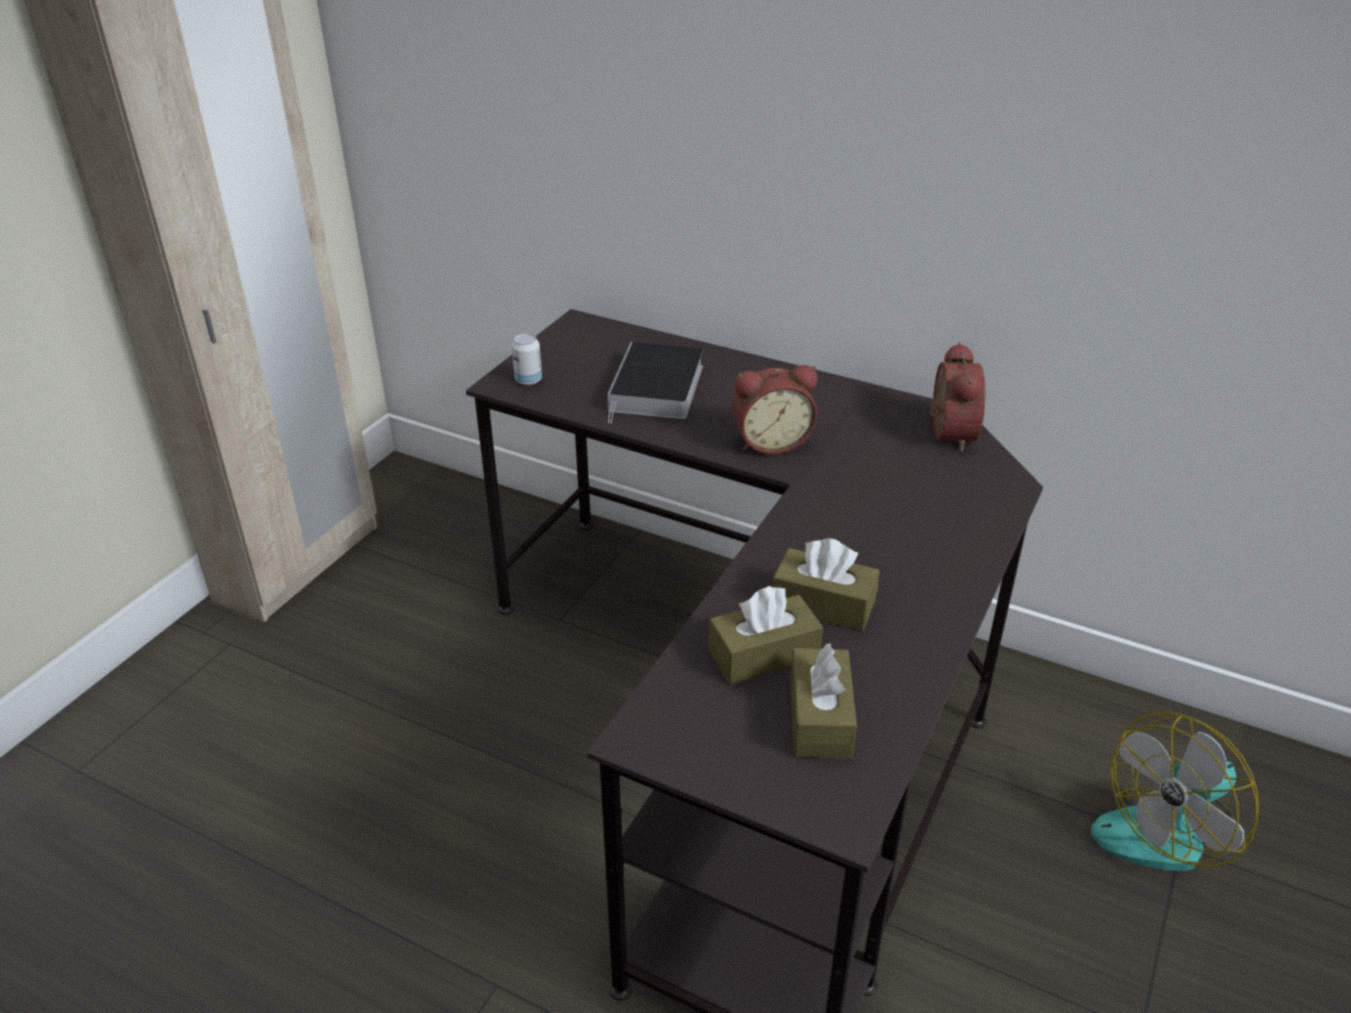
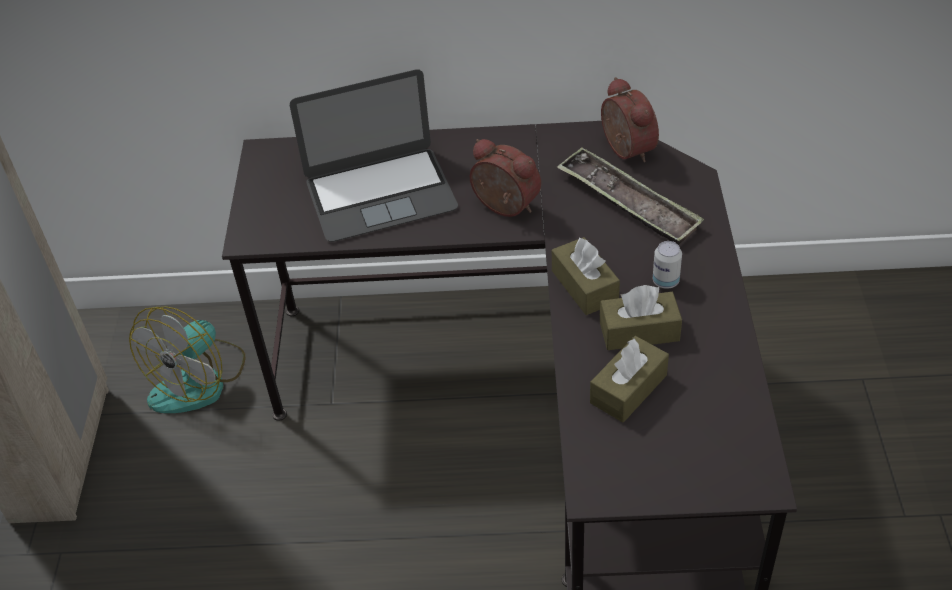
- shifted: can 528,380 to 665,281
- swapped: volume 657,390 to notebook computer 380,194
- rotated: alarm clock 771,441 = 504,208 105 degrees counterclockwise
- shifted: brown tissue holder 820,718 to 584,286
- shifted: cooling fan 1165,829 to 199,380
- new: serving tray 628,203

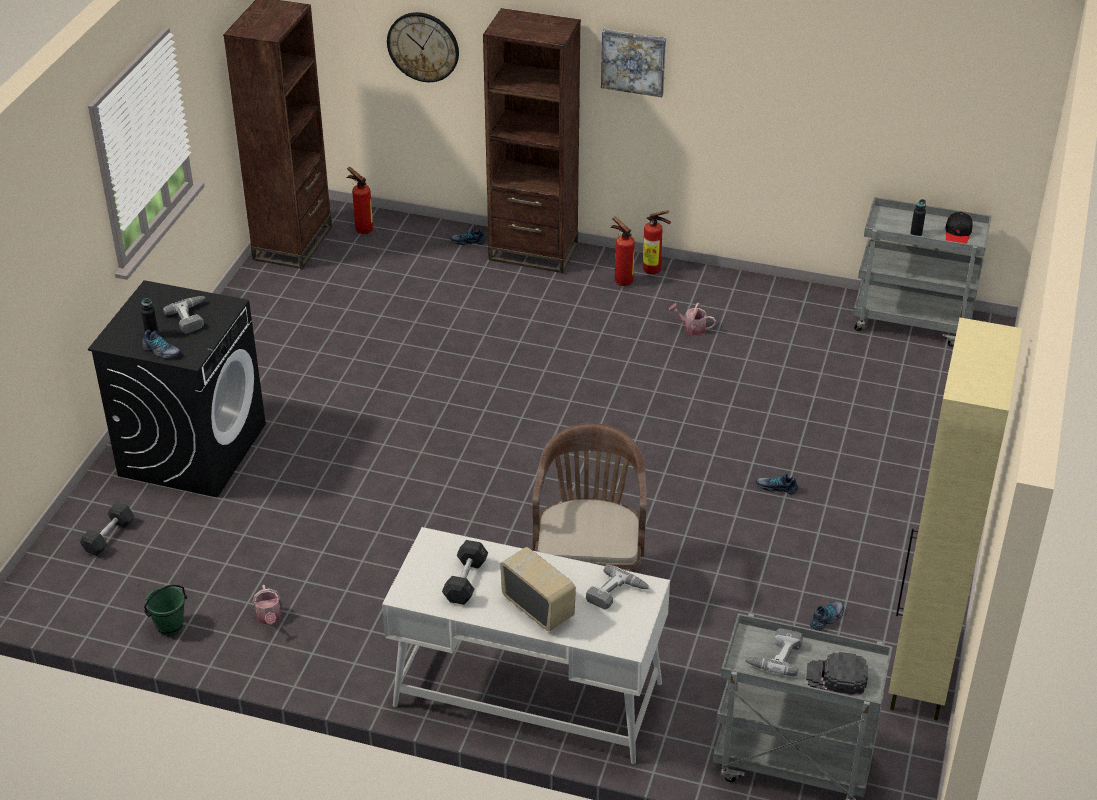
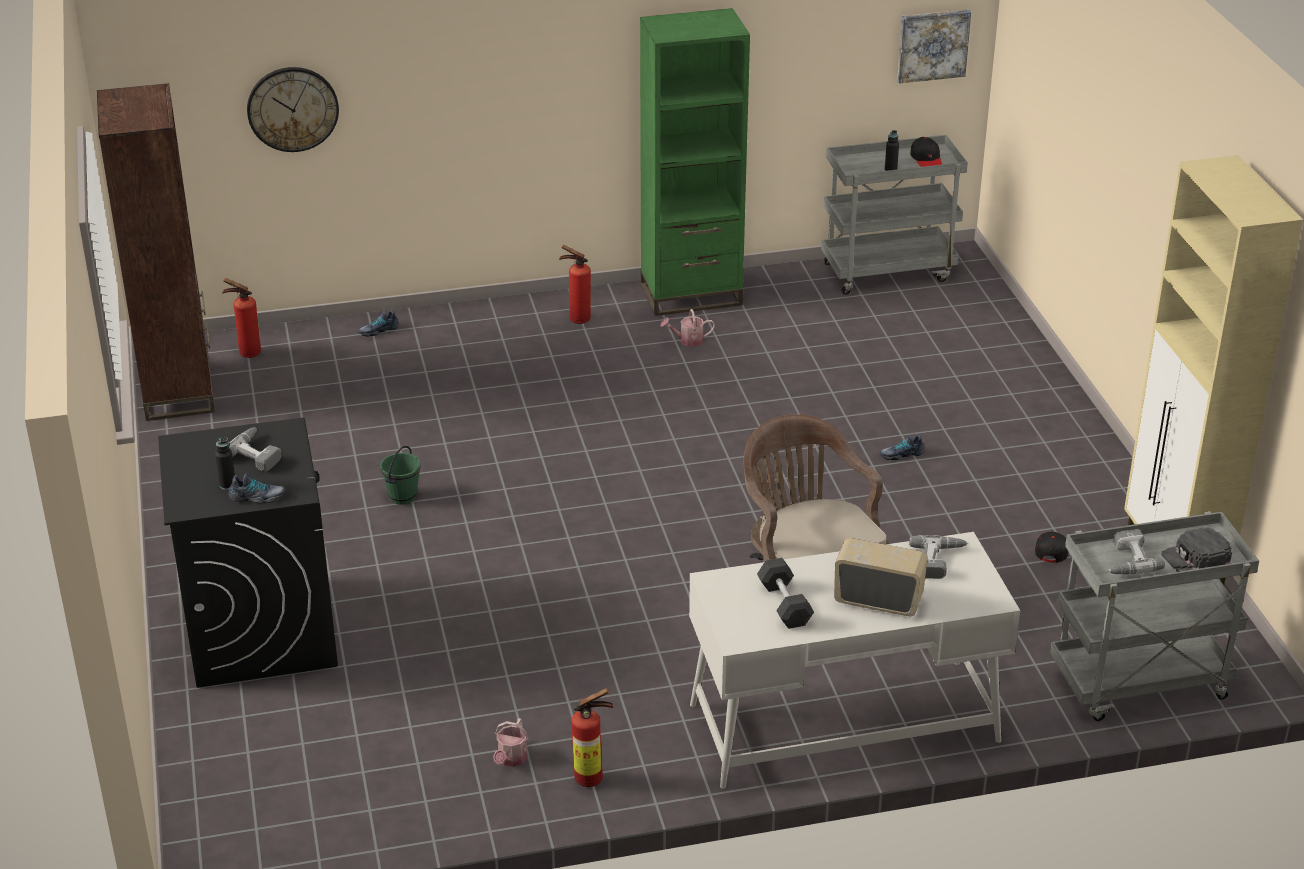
- gone: brown bookshelf 533,252
- shifted: wall picture 633,62 to 932,45
- shifted: fire-fighting cylinder 654,270 to 593,778
- gone: greyish free weight 109,536
- shifted: green-coloured pail 169,626 to 402,496
- rotated: watering can 269,618 = 511,759 60 degrees clockwise
- swapped: item of footwear 827,619 to blackish baseball cap 1051,549
- new: green-coloured bookshelf 691,295

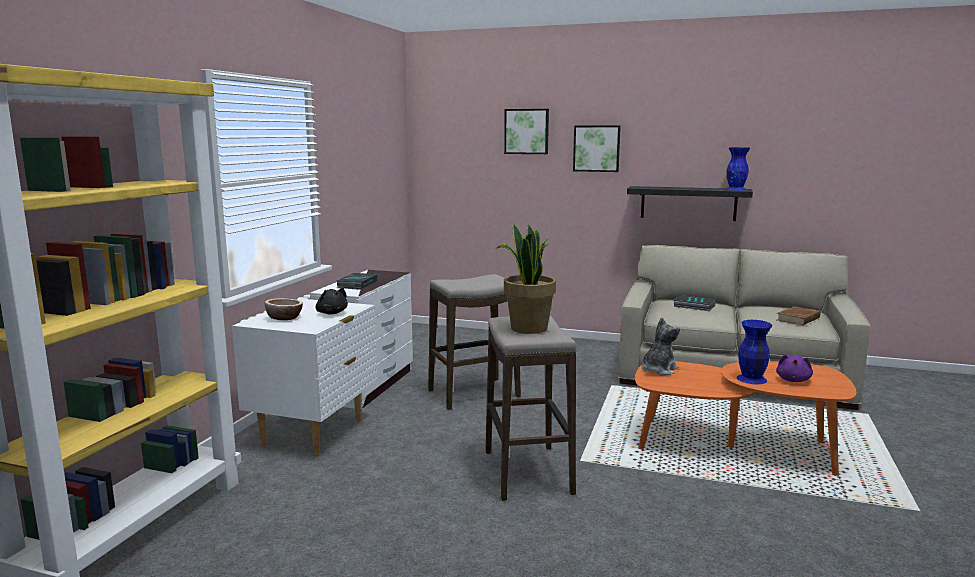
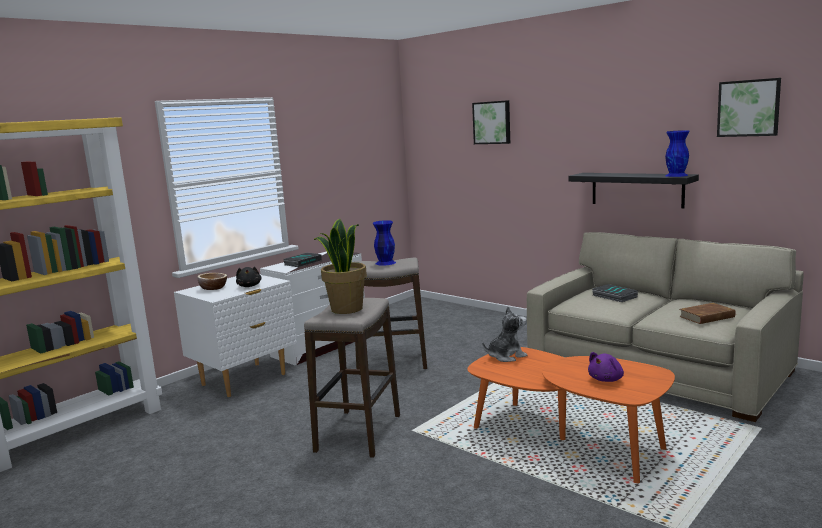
- shifted: wall picture 596,148 to 748,108
- shifted: blue-coloured flower vase 751,379 to 385,263

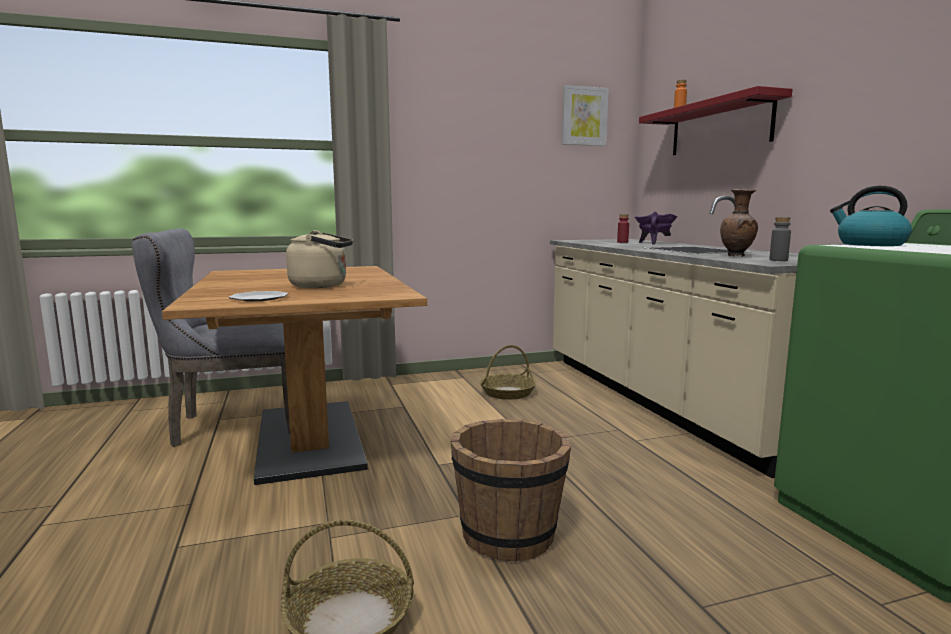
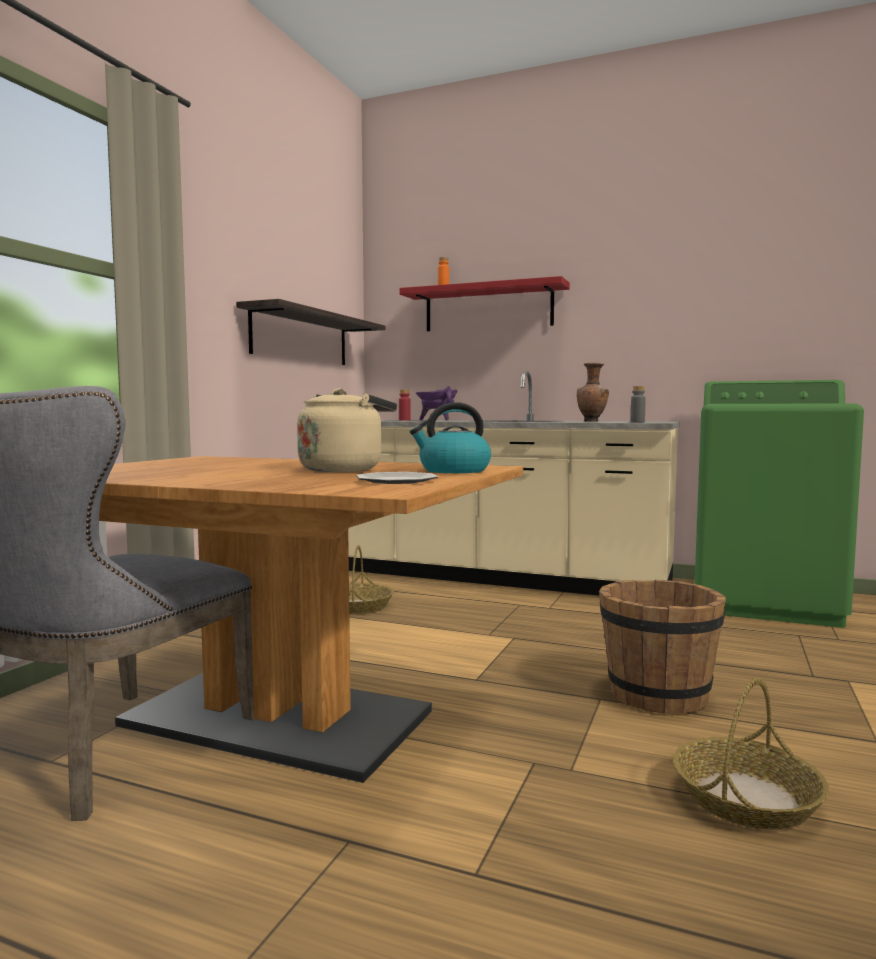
- gone: wall picture 584,116
- shifted: kettle 870,244 to 453,471
- new: bracket shelf 301,338

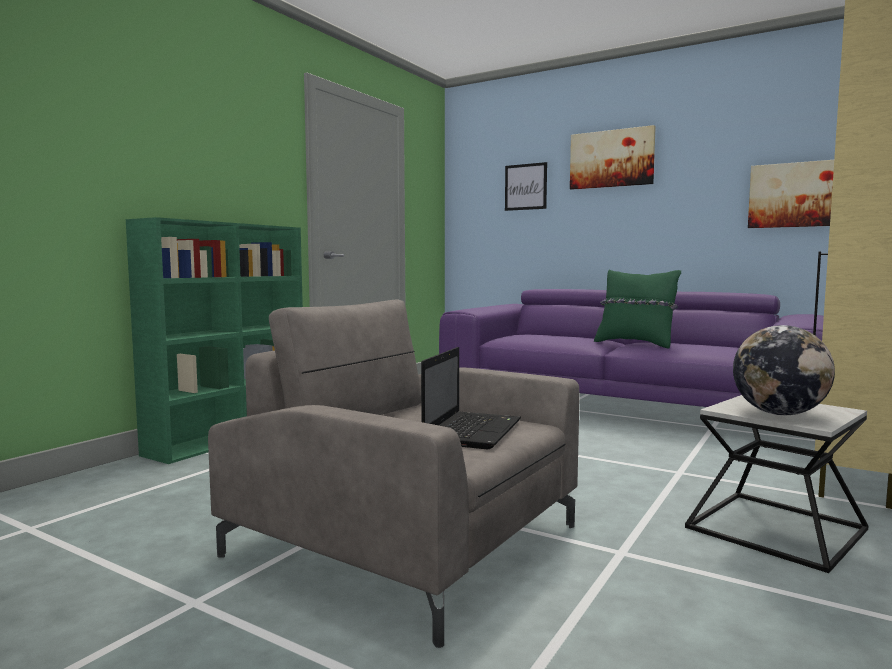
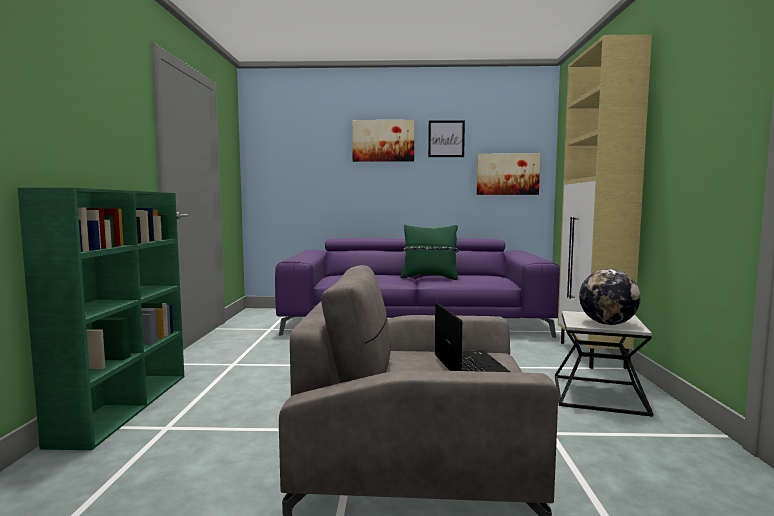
- shifted: wall picture 525,187 to 446,139

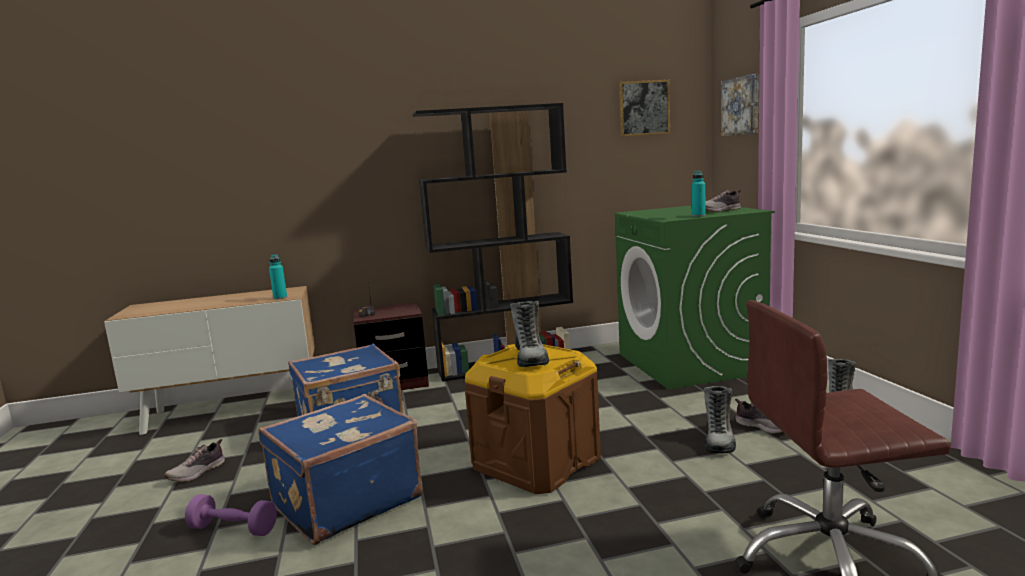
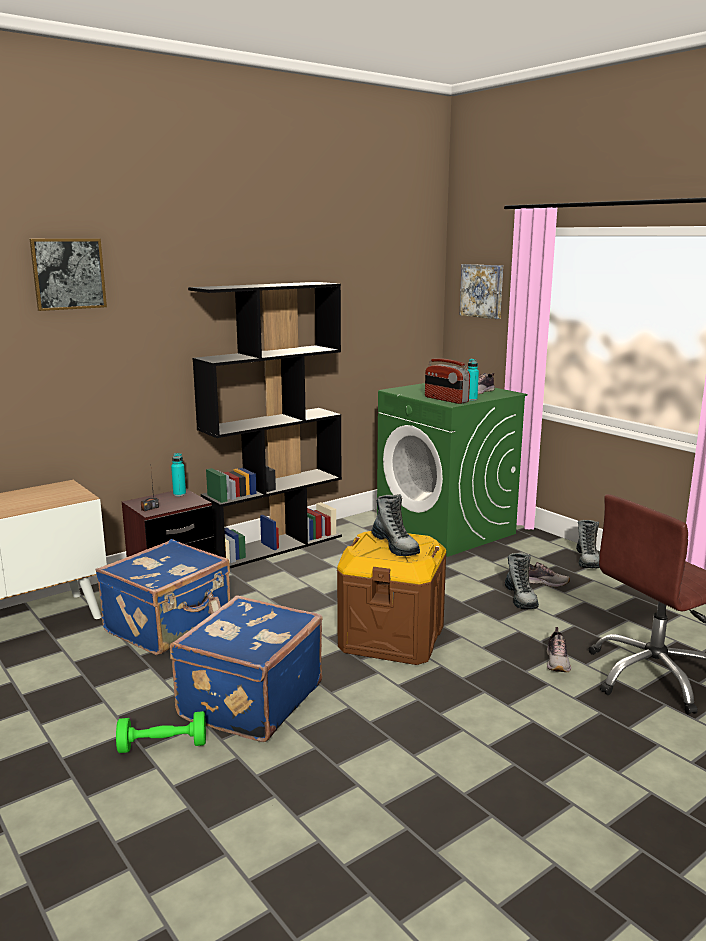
- shifted: wall picture 644,108 to 68,274
- shifted: blue-green beverage bottle 280,298 to 179,494
- shifted: item of footwear 198,472 to 557,662
- repainted: purplish free weight 233,529 to green-coloured free weight 163,746
- new: radio 446,400

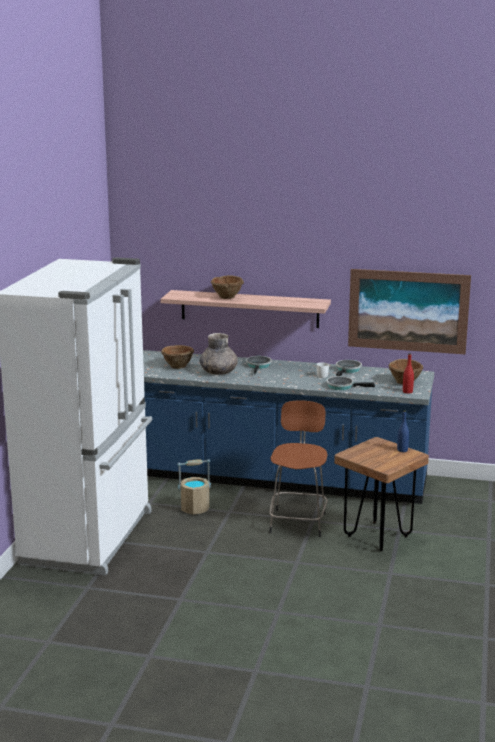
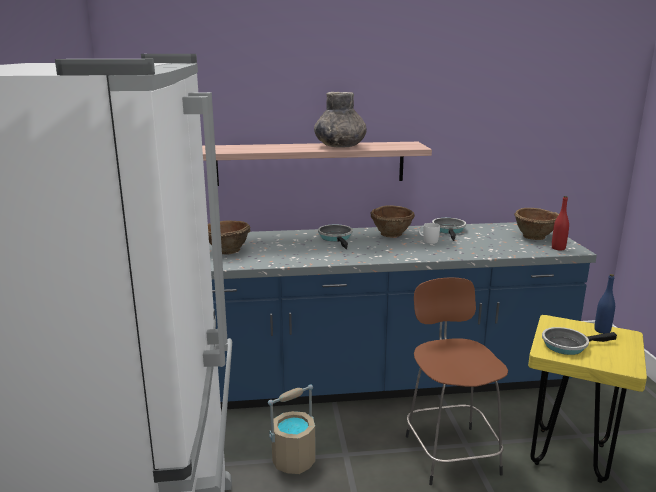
- gone: wall picture 408,311
- shifted: brown bowl 227,297 to 392,234
- shifted: greyish flower vase 218,372 to 340,146
- shifted: pan 342,386 to 568,345
- repainted: brown stool seat 378,536 to yellowish stool seat 569,454

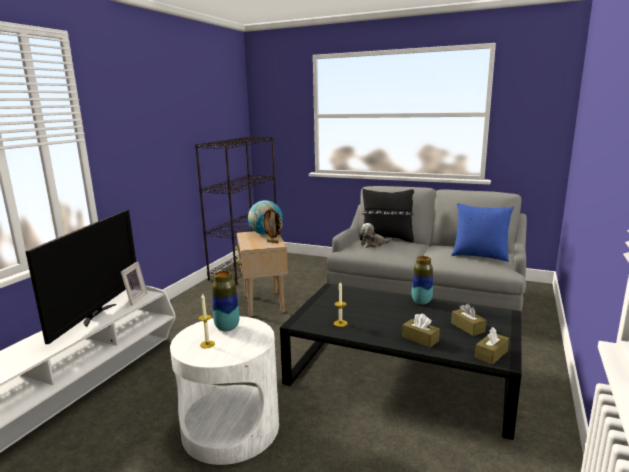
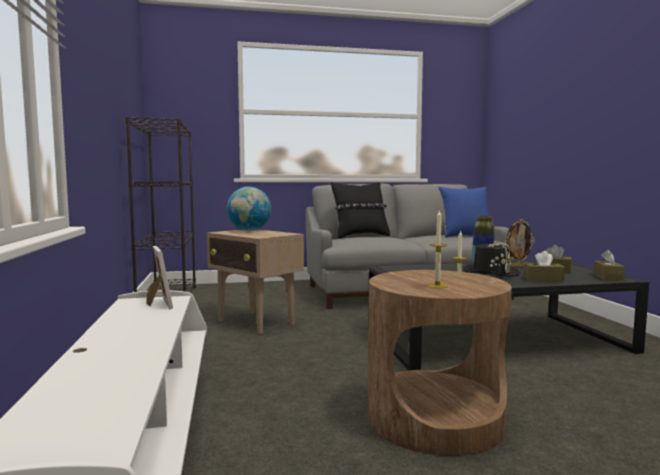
- shifted: photo frame 273,242 to 518,266
- gone: TV 97,314
- gone: soft toy 373,244
- gone: flower vase 227,327
- repainted: whitish side table 230,428 to brown side table 434,419
- new: blackish wearable hat 490,273

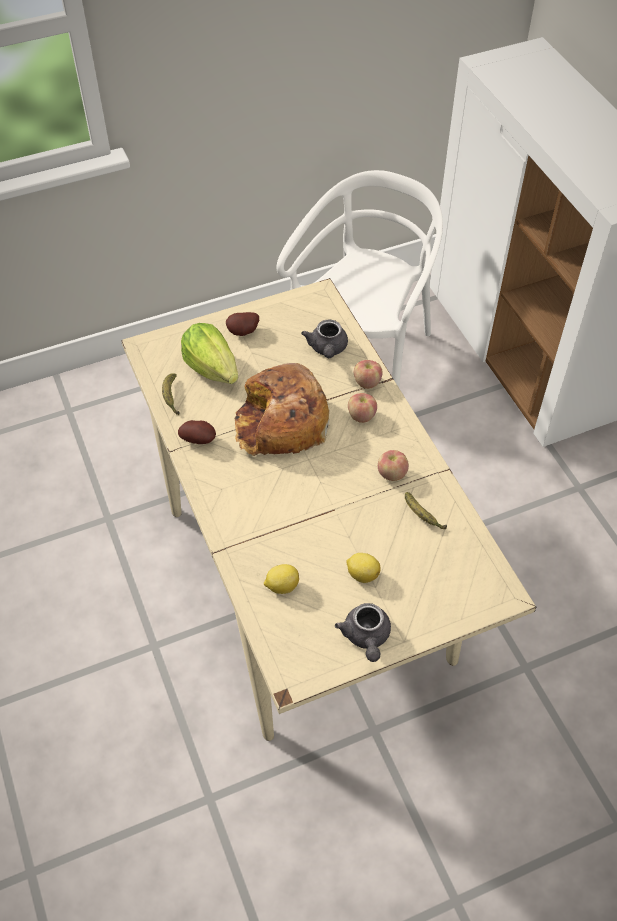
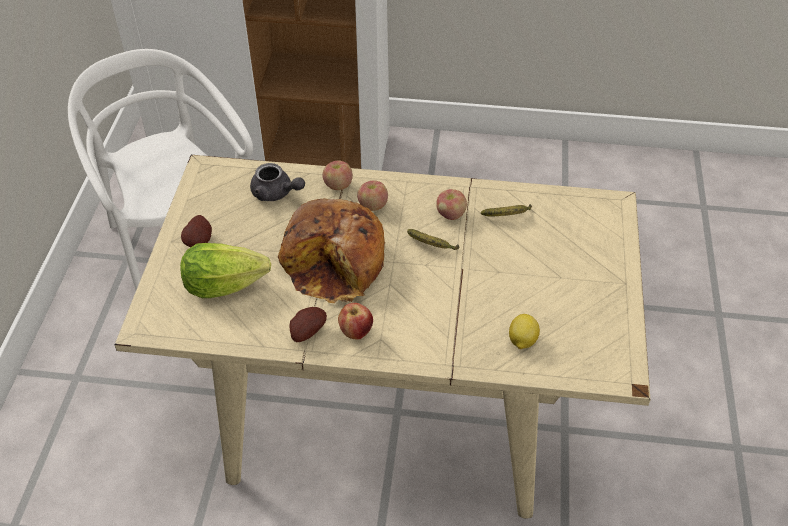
- shifted: banana 171,397 to 431,245
- gone: citrus fruit 362,574
- gone: greyish tea pot 366,637
- new: whole apple 356,332

